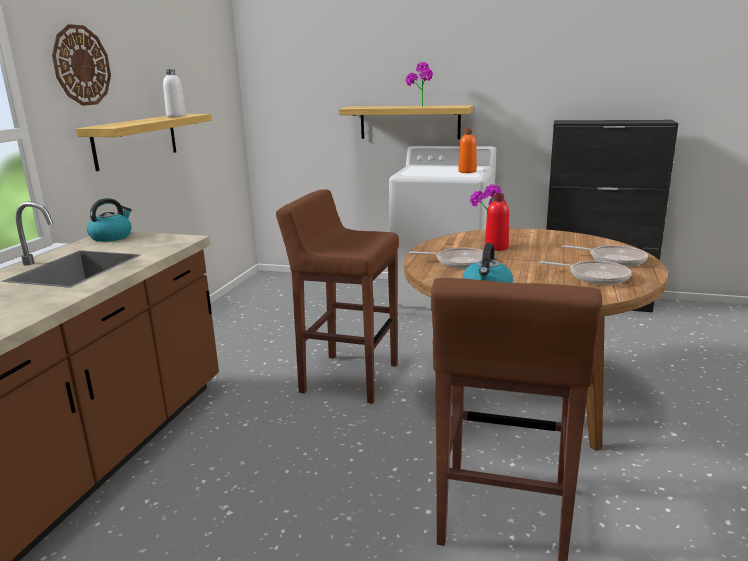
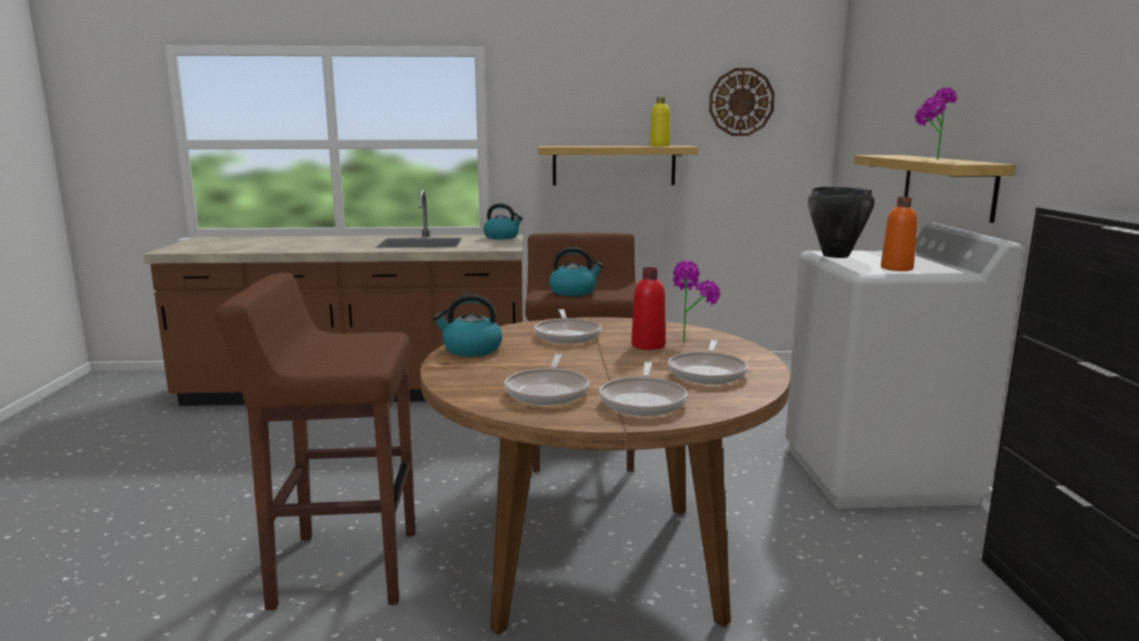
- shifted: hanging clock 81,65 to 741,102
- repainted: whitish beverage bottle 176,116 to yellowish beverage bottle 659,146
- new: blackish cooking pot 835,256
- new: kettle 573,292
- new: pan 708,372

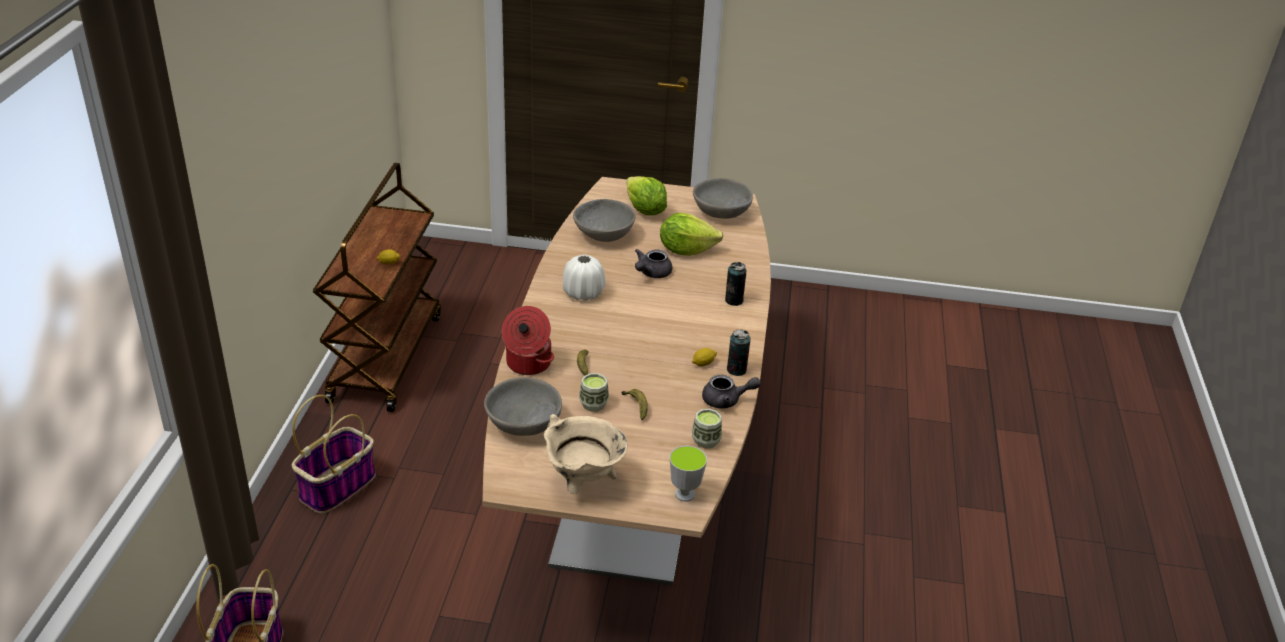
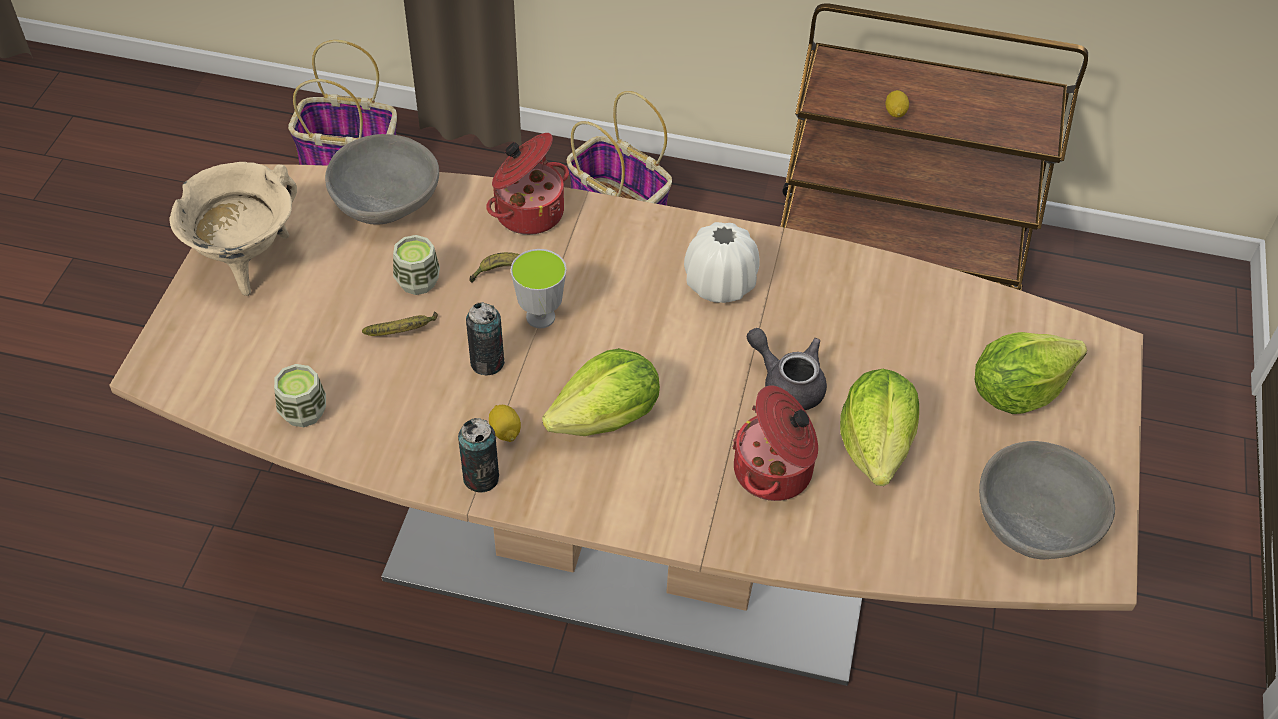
- gone: greyish bowl 603,235
- shifted: can 734,300 to 487,363
- gone: greyish tea pot 726,400
- shifted: small cup 685,494 to 540,317
- new: lettuce 607,419
- new: cooking pot 775,472

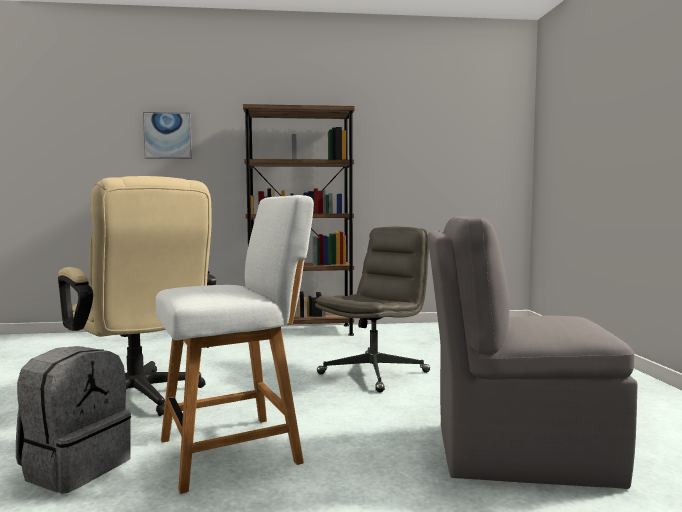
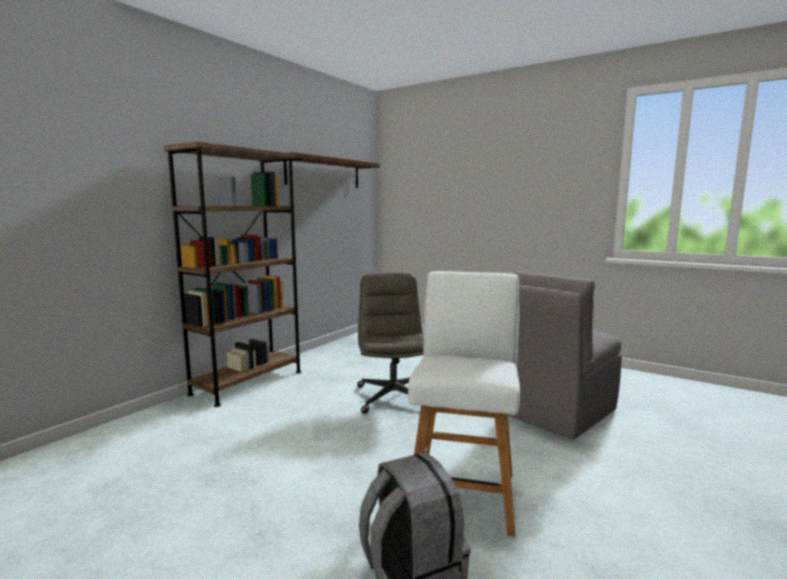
- gone: wall picture 168,135
- gone: beige-coloured desk chair 141,399
- new: brown bracket shelf 324,173

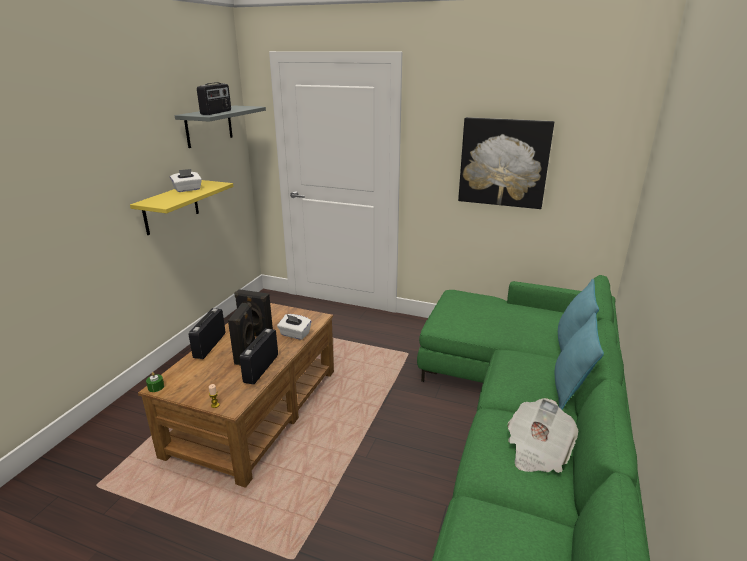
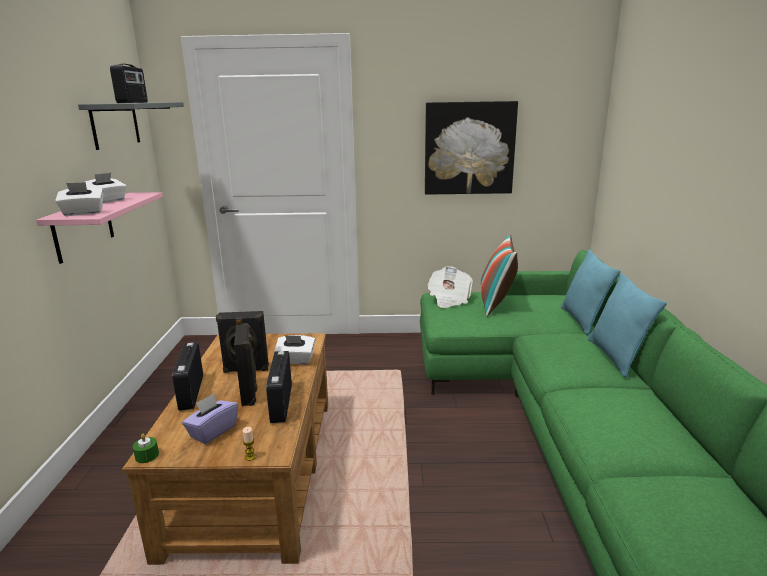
- repainted: yellowish bracket shelf 171,207 to pinkish bracket shelf 83,227
- shifted: daily paper 537,450 to 449,299
- new: whitish tissue holder 83,213
- new: pillow 496,304
- new: purplish tissue holder 212,431

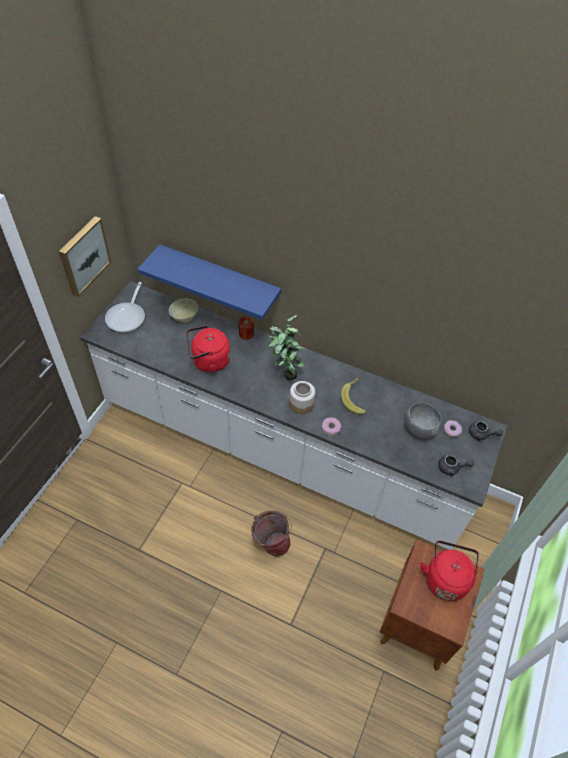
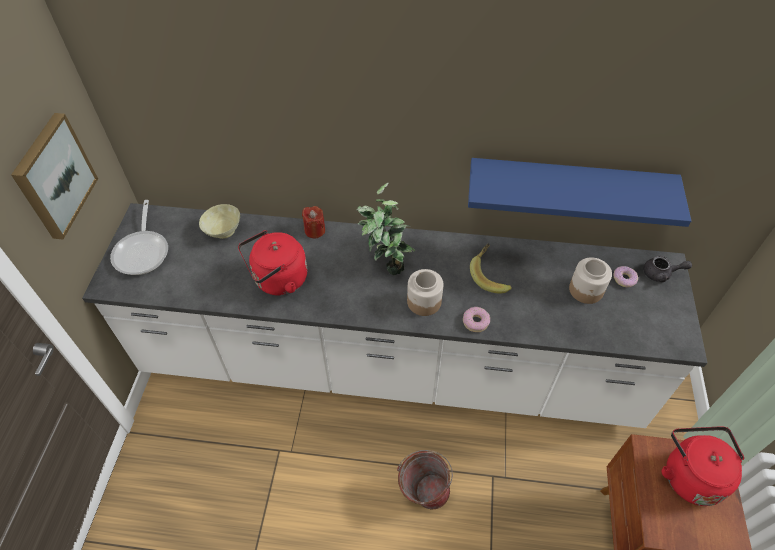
- shifted: blue-coloured bracket shelf 219,279 to 568,186
- swapped: greyish bowl 419,430 to preserve jar 586,290
- gone: greyish tea pot 452,468

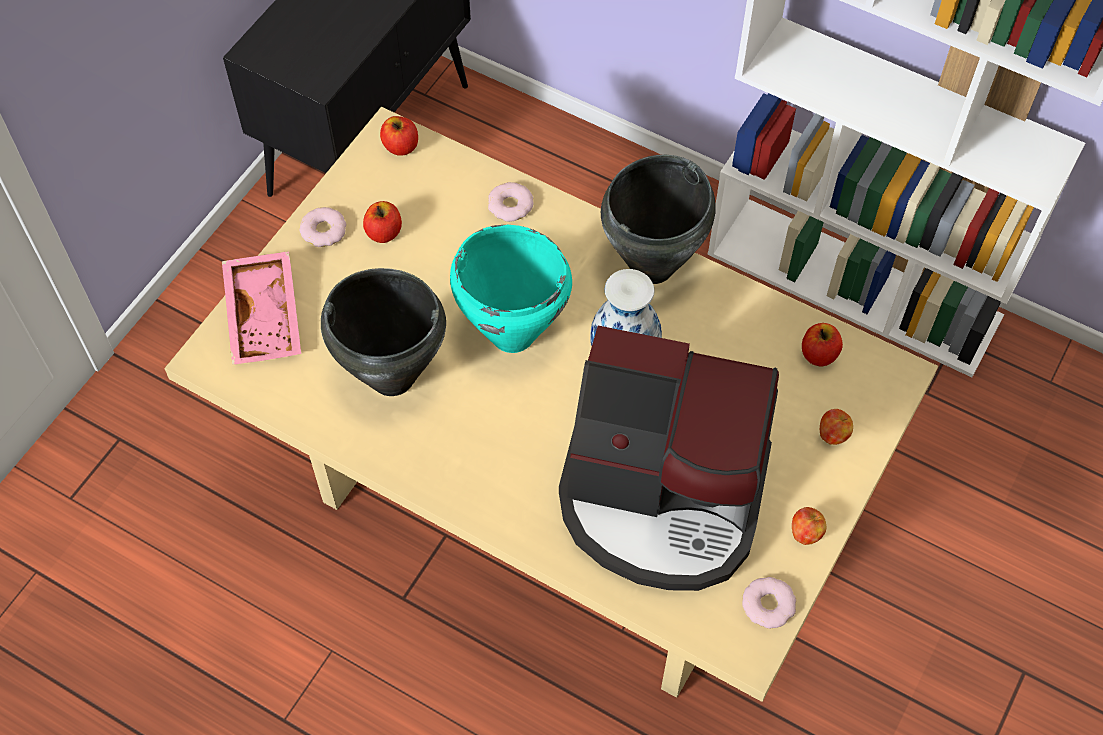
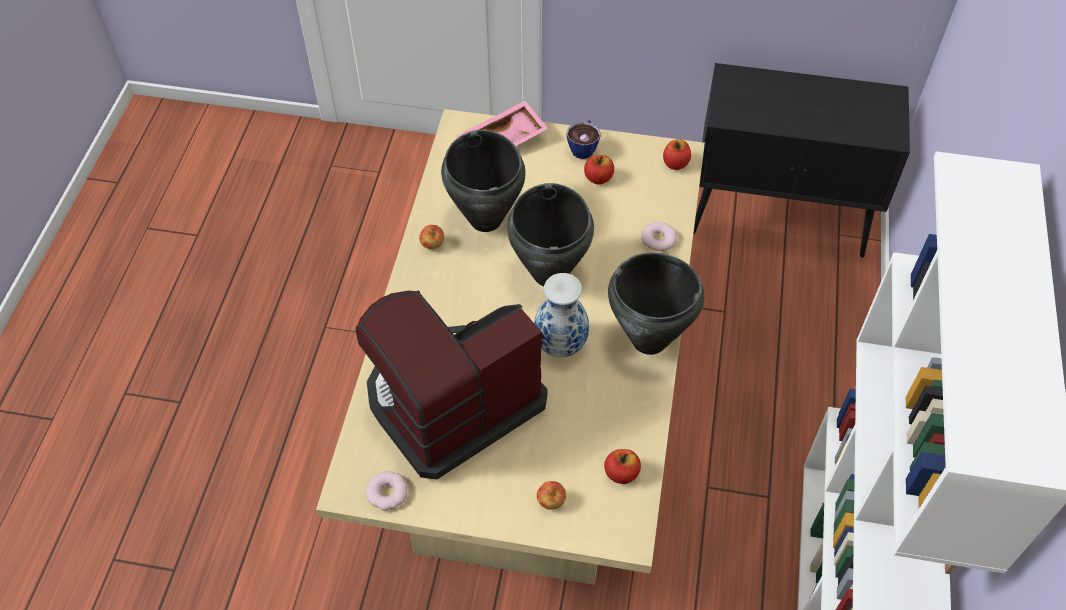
- swapped: doughnut 324,230 to small cup 583,147
- repainted: blue-green cooking pot 512,333 to blackish cooking pot 550,273
- rotated: coffee maker 662,498 = 451,402 60 degrees clockwise
- shifted: whole apple 805,533 to 432,244

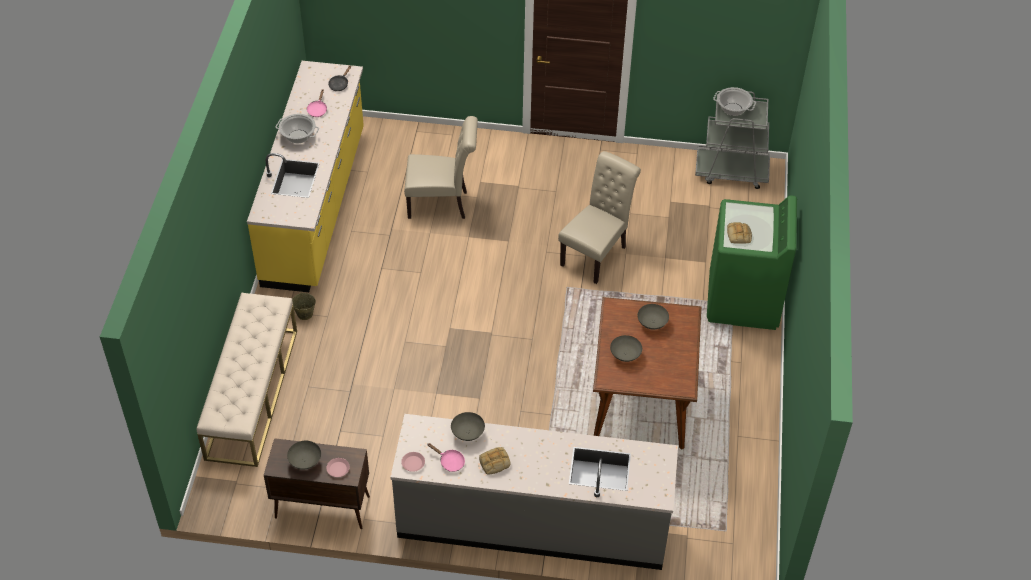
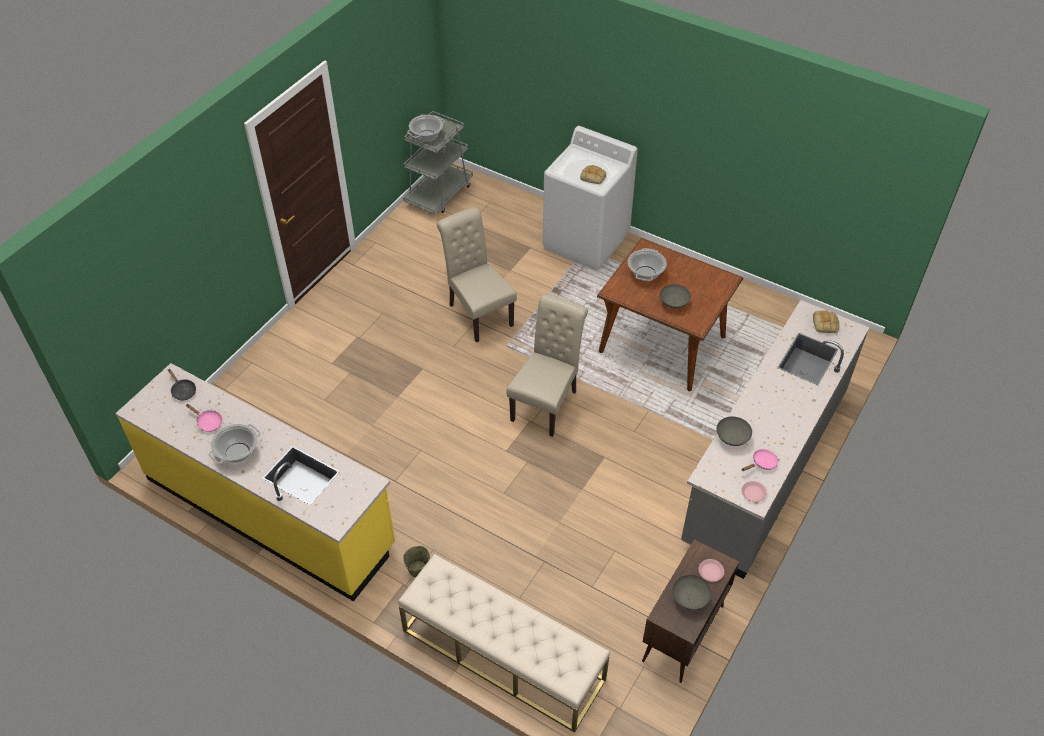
- shifted: beige-coloured upright chair 442,204 to 547,402
- repainted: green-coloured washing machine 743,301 to whitish washing machine 586,241
- swapped: greyish bowl 652,323 to cooking pot 645,273
- shifted: baked bread 494,463 to 825,324

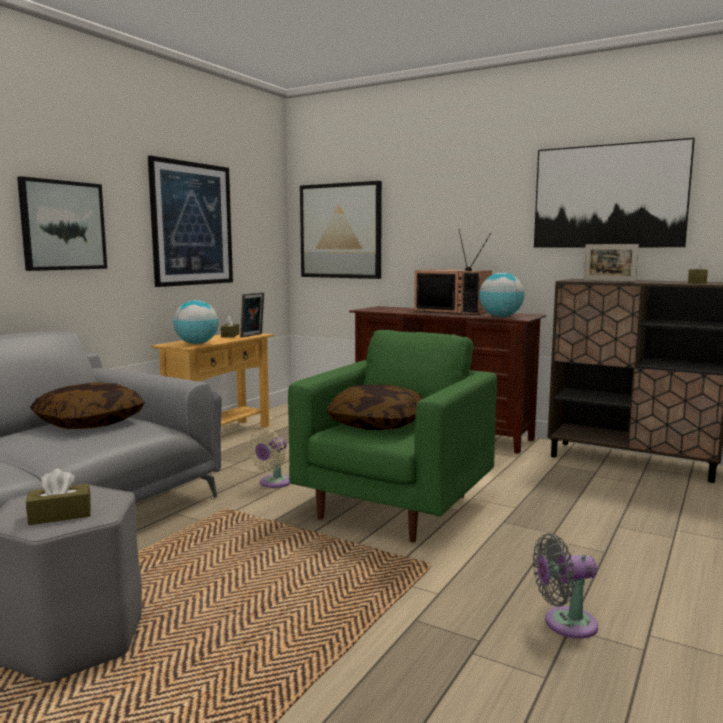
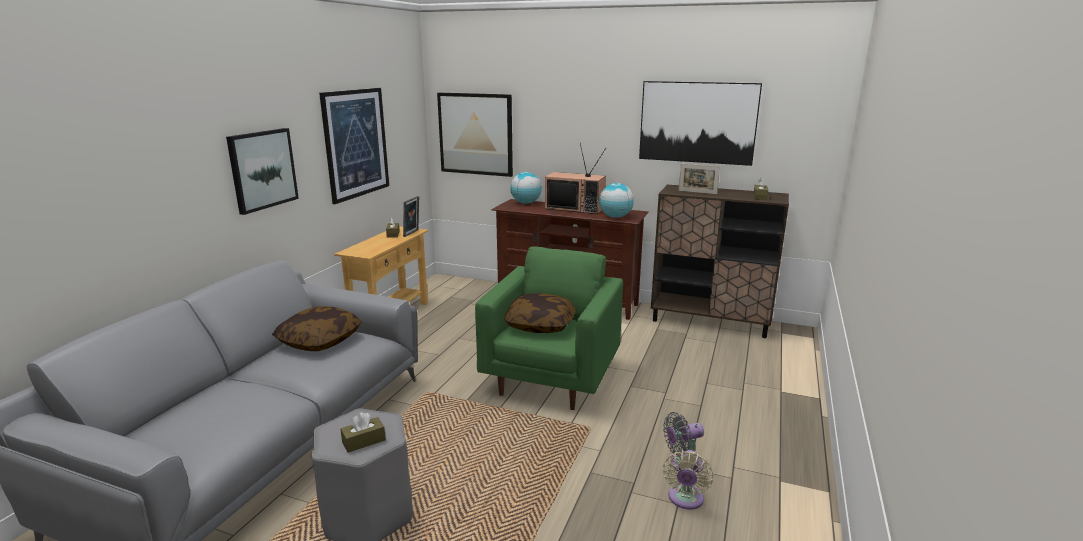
- shifted: world globe 196,343 to 525,203
- shifted: beige-coloured cooling fan 273,483 to 685,500

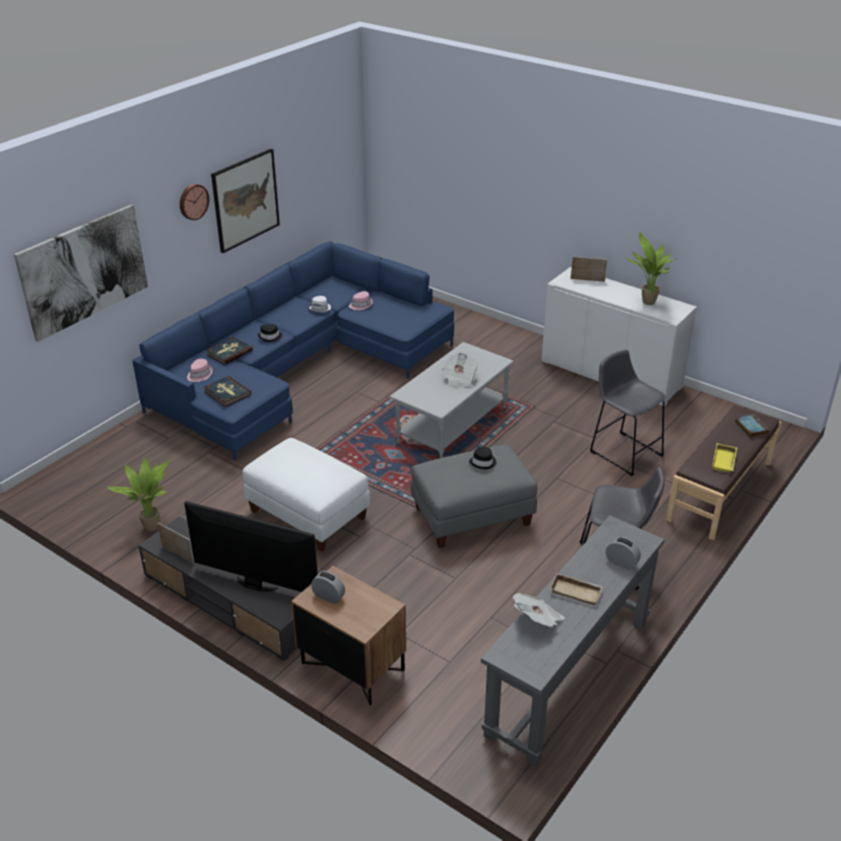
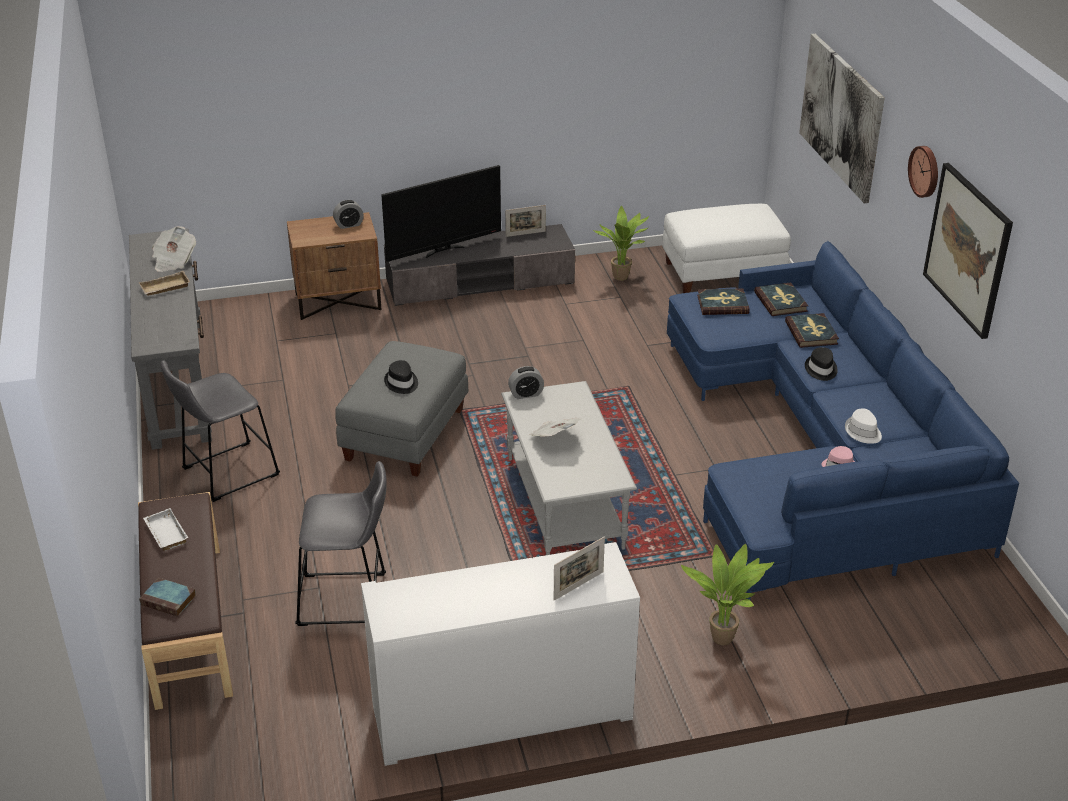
- shifted: plant in a pot 646,303 to 723,637
- swapped: pinkish wearable hat 199,374 to volume 781,302
- shifted: whitish pouffe 307,514 to 723,272
- repainted: yellowish serving tray 725,461 to whitish serving tray 164,533
- shifted: alarm clock 621,563 to 526,394

